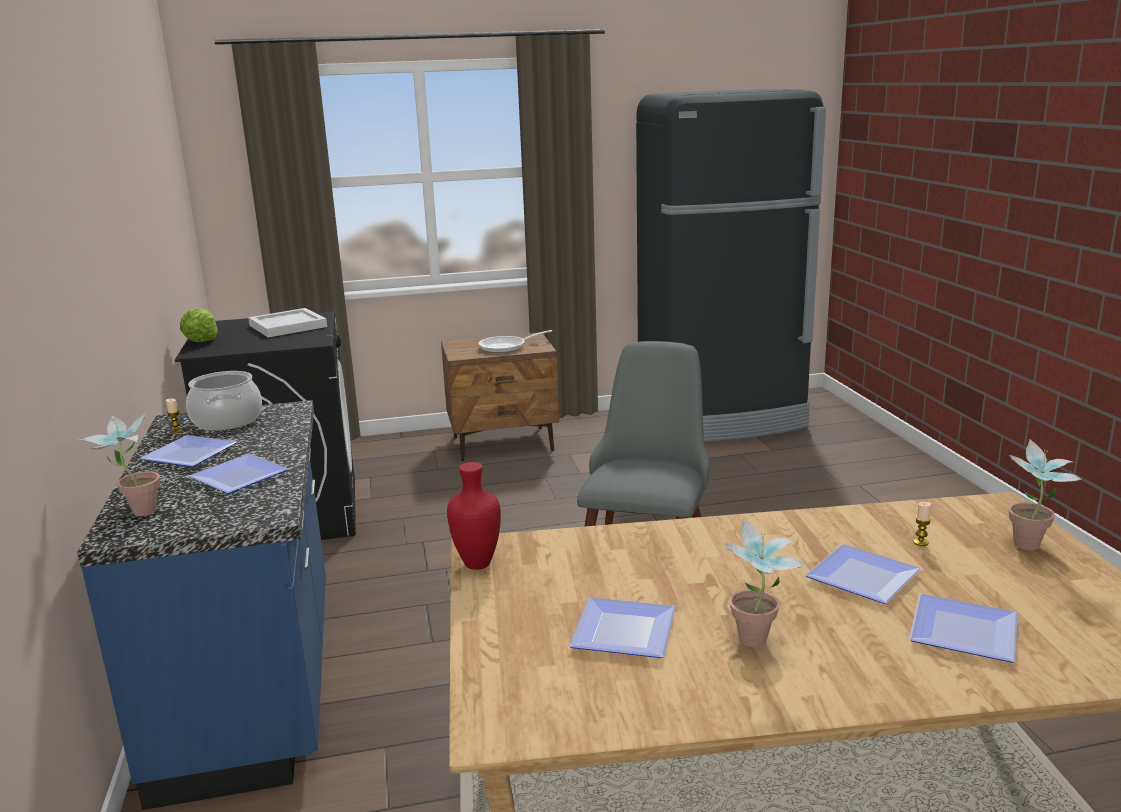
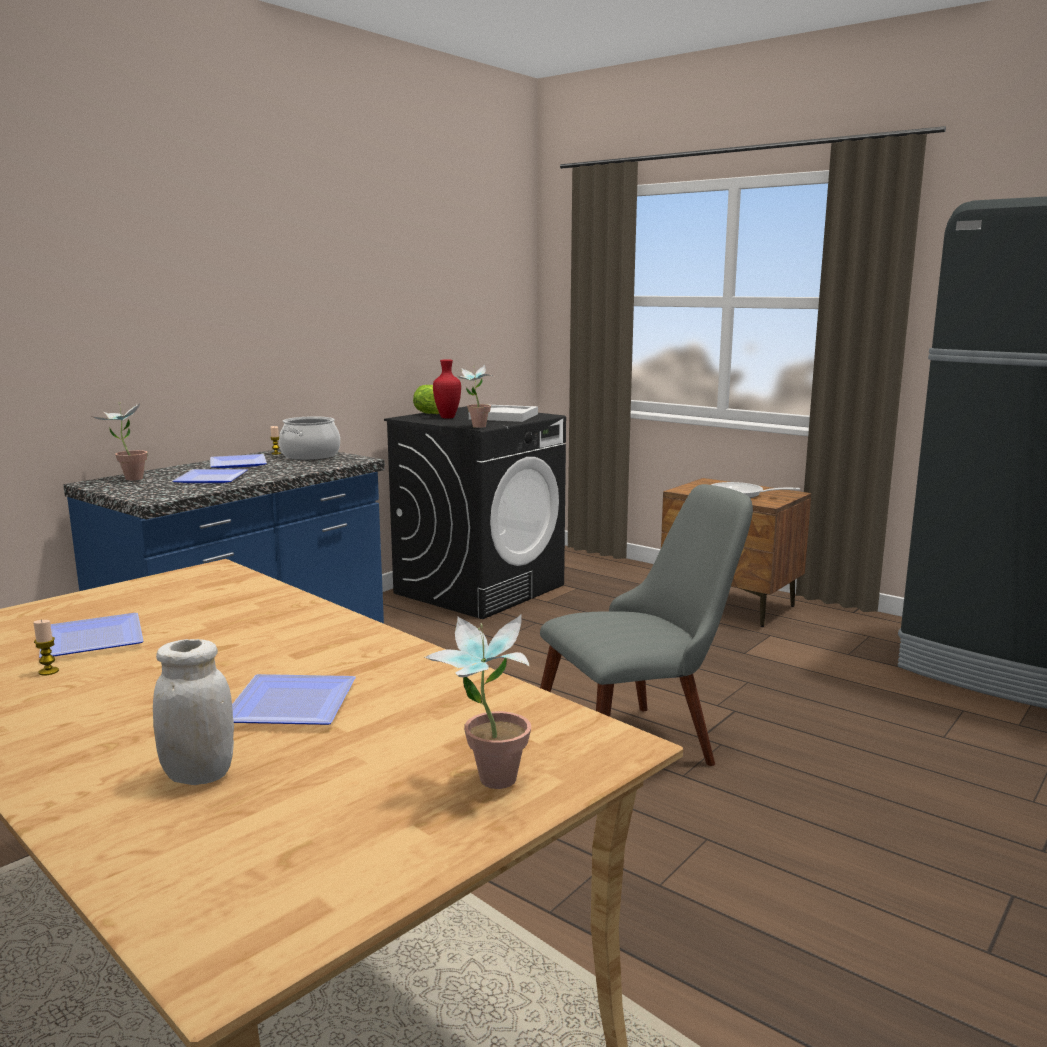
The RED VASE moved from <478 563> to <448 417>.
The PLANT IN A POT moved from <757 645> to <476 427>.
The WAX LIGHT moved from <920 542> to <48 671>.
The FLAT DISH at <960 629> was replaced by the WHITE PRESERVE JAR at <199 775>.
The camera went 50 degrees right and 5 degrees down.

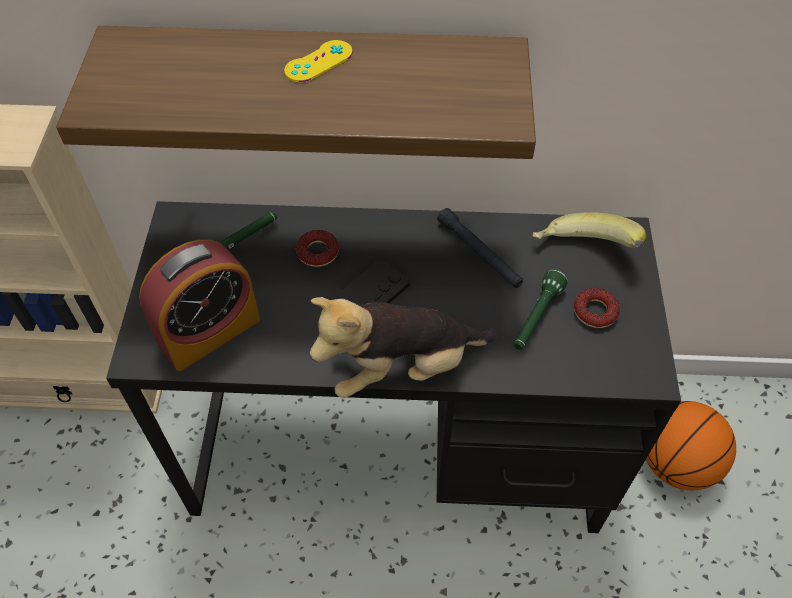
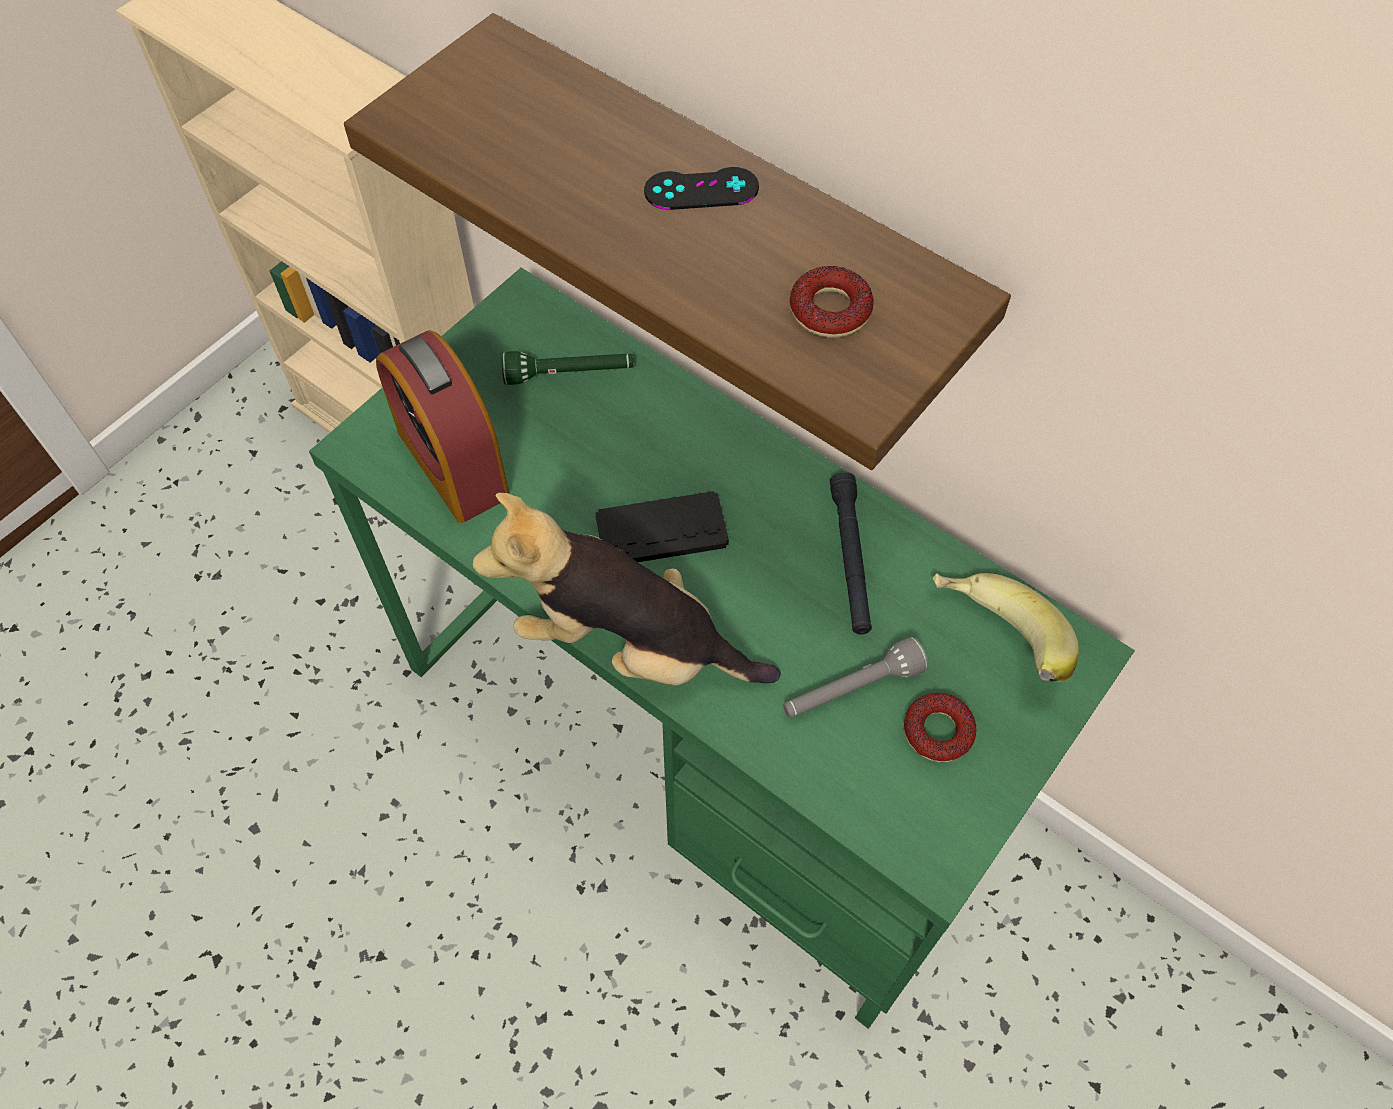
The BALL FOR BASKETBALL at <676 463> disappeared.
The RING DOUGHNUT moved from <318 252> to <830 310>.
The BLACK DESK UNIT at <397 446> became the GREENISH DESK UNIT at <700 746>.
The YELLOW GAME CONTROLLER at <318 61> became the BLACK GAME CONTROLLER at <701 189>.
The GREENISH FLASHLIGHT at <536 318> became the GRAY FLASHLIGHT at <851 689>.
The TABLE CLOCK at <209 332> turned 60 degrees clockwise.
The camera went 35 degrees right and 5 degrees up.

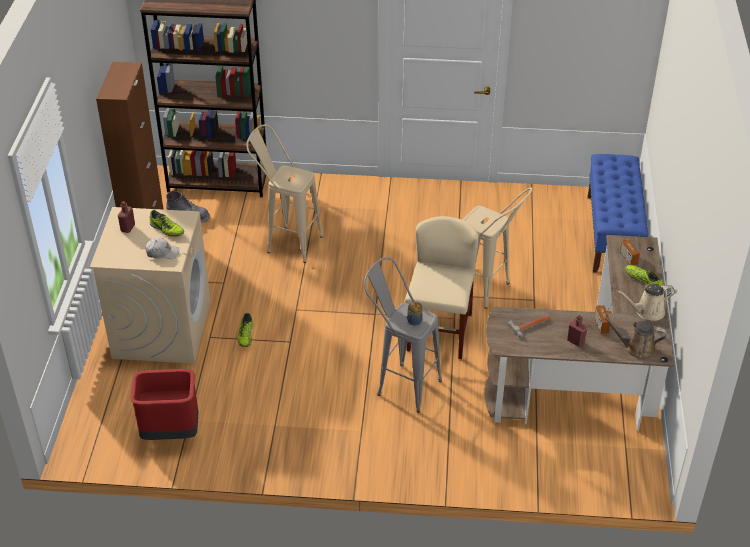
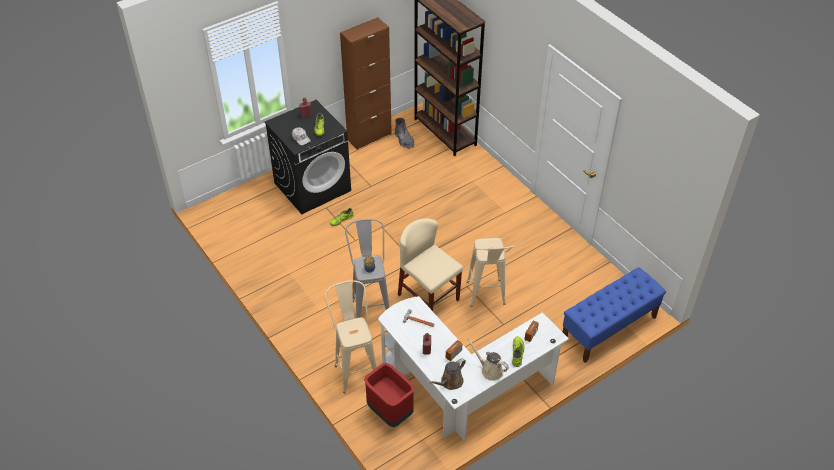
The RED WASTE BIN moved from <170 433> to <389 412>.
The SAND-COLOURED STOOL SEAT moved from <287 242> to <355 368>.
The SAND-COLOURED WASHING MACHINE at <162 329> became the BLACK WASHING MACHINE at <313 186>.
The BROWN-COLOURED DESK UNIT at <588 380> became the WHITE DESK UNIT at <462 390>.
The SAND-COLOURED UPRIGHT CHAIR at <439 332> turned 105 degrees counterclockwise.
The BROWN-COLOURED WATERING POT at <636 348> turned 105 degrees counterclockwise.
The camera went 50 degrees right and 5 degrees up.

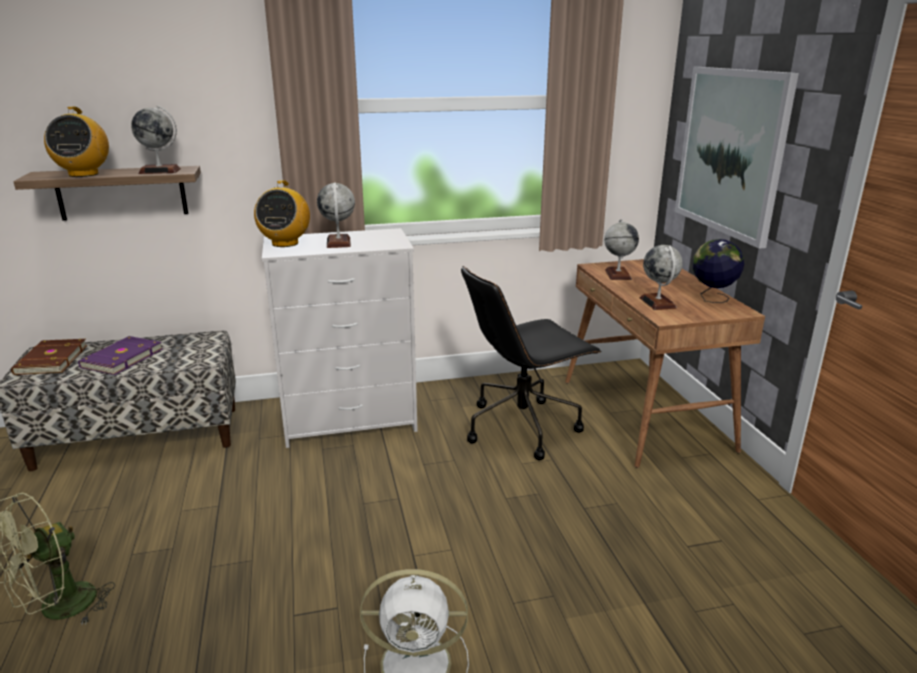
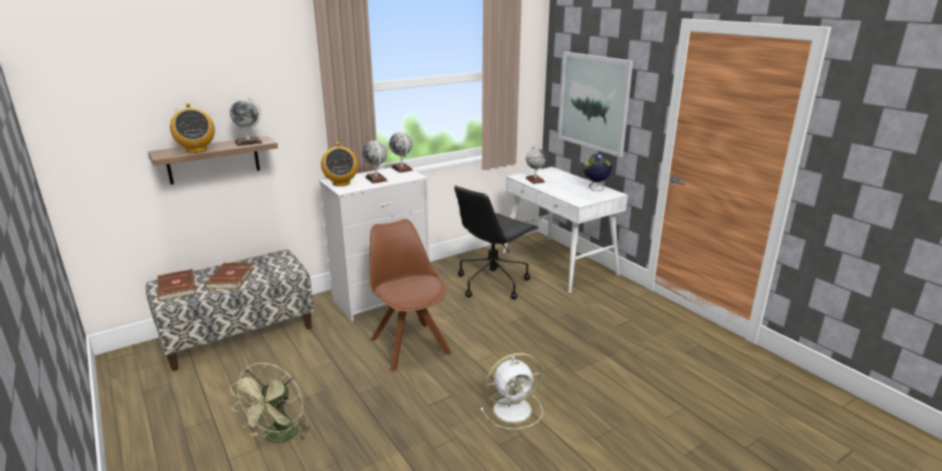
The BROWN-COLOURED UPRIGHT CHAIR at <409 344> appeared.
The DESK GLOBE moved from <657 303> to <402 168>.
The PURPLE-COLOURED VOLUME at <121 358> became the BROWN-COLOURED VOLUME at <229 278>.
The BROWN-COLOURED DESK UNIT at <645 415> became the WHITE DESK UNIT at <559 264>.
The camera went 20 degrees left and 0 degrees up.

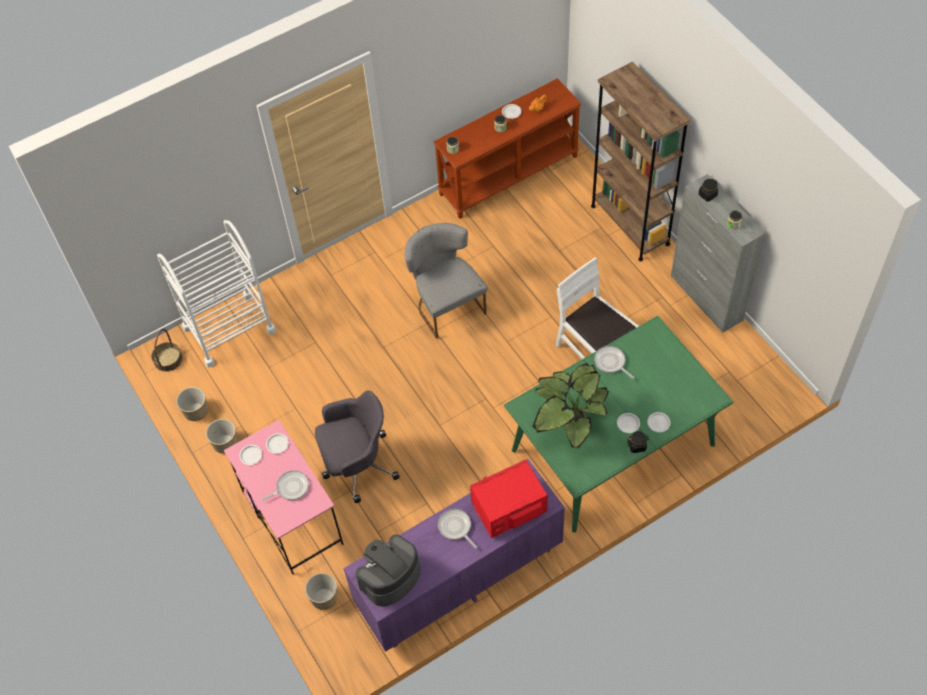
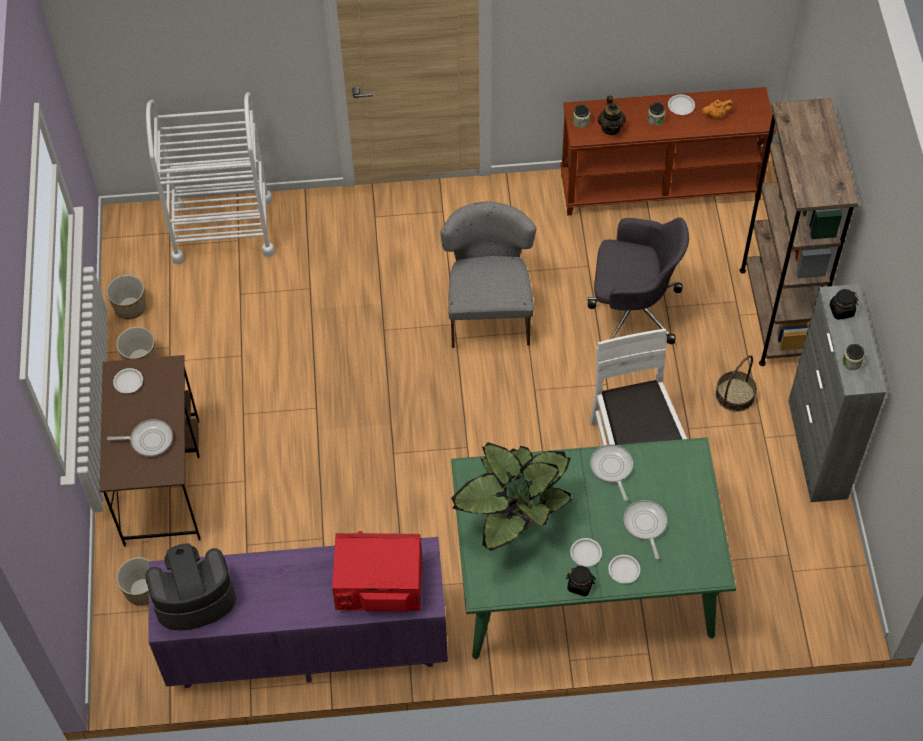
The WHITE FLAT DISH at <277 444> disappeared.
The TEAPOT at <611 128> appeared.
The STORAGE BASKET moved from <168 359> to <735 394>.
The GRAY COMPUTER CHAIR moved from <357 465> to <632 309>.
The SKILLET moved from <456 527> to <645 525>.
The PINK-COLOURED DESK UNIT at <292 517> became the BROWN-COLOURED DESK UNIT at <162 480>.
The camera went 25 degrees right and 0 degrees up.

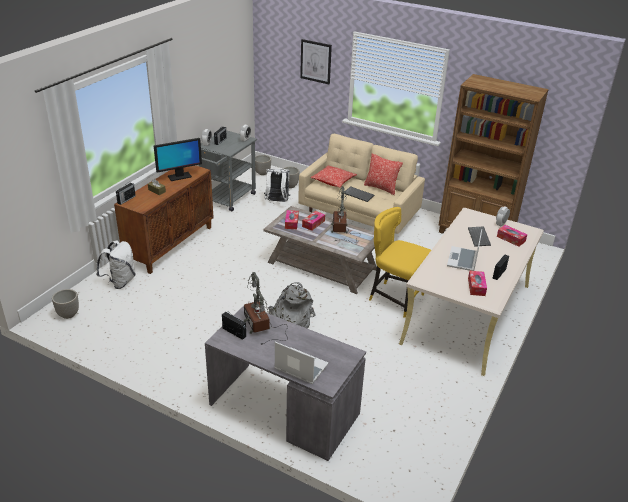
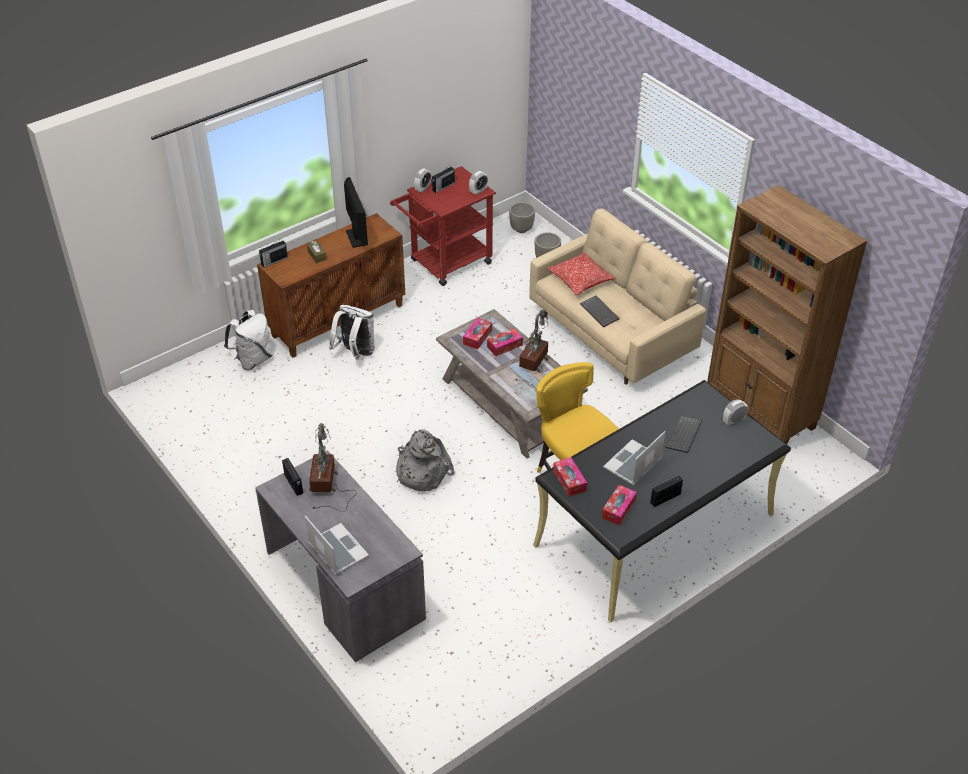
The PLANT POT at <68 314> disappeared.
The WALL PICTURE at <316 61> disappeared.
The THROW PILLOW at <381 188> disappeared.
The WHITE BACKPACK moved from <277 202> to <355 353>.
The TISSUE BOX moved from <511 239> to <569 480>.
The GRAY TROLLEY at <225 200> became the RED TROLLEY at <445 264>.
The SAND-COLOURED DESK UNIT at <467 314> became the BLACK DESK UNIT at <654 530>.
The MONITOR at <179 176> turned 105 degrees counterclockwise.
The camera went 25 degrees right and 10 degrees up.

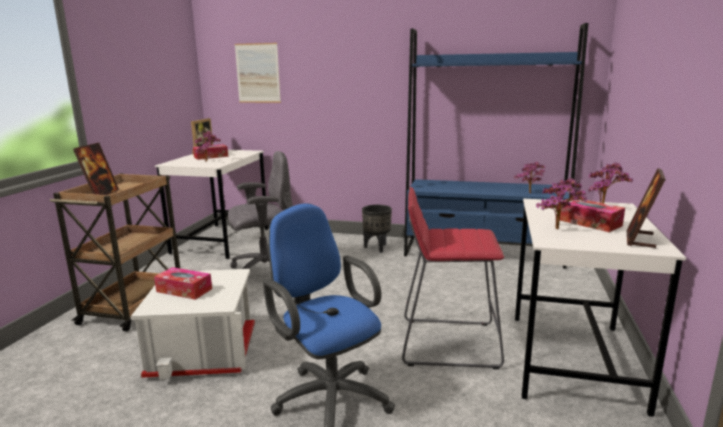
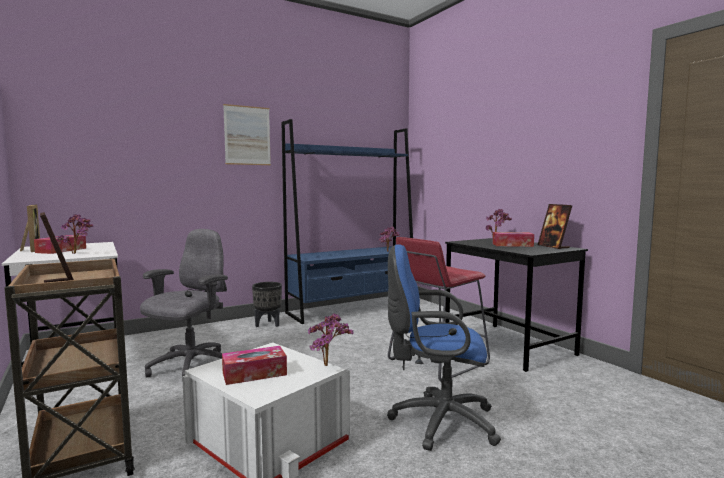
The WALL PICTURE moved from <258 73> to <247 135>.
The PLANT IN A POT moved from <559 230> to <329 366>.
The WHITE DESK UNIT at <573 361> became the BLACK DESK UNIT at <509 346>.
The camera went 45 degrees left and 10 degrees down.

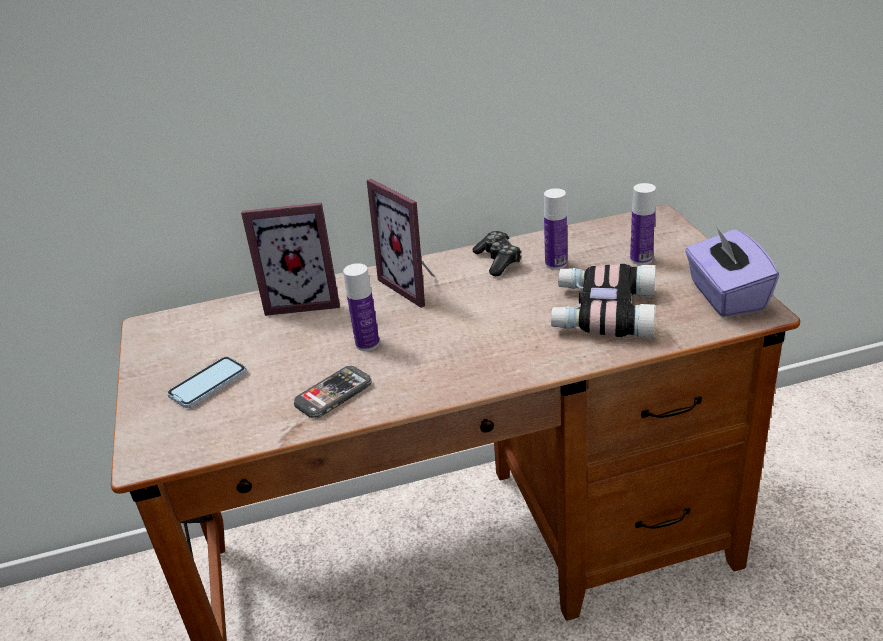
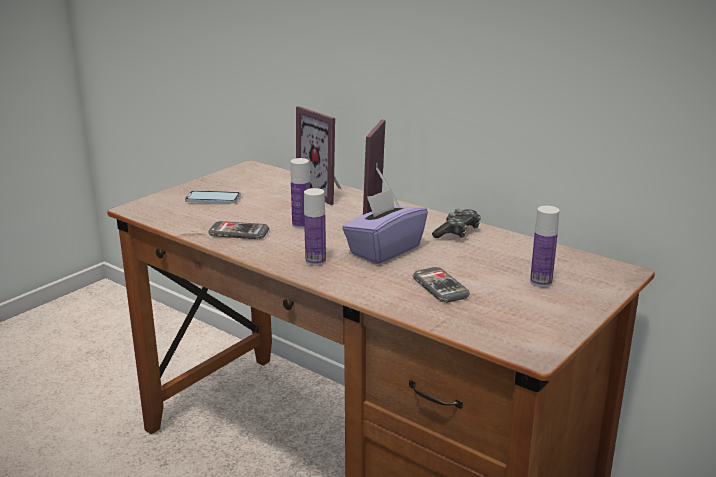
The DRINK BOTTLE moved from <556 264> to <315 261>.
The PURPLE-COLOURED TISSUE BOX moved from <725 296> to <384 250>.
The BINOCULARS at <602 312> was replaced by the TELEPHONE at <440 287>.
The camera went 50 degrees right and 10 degrees down.

